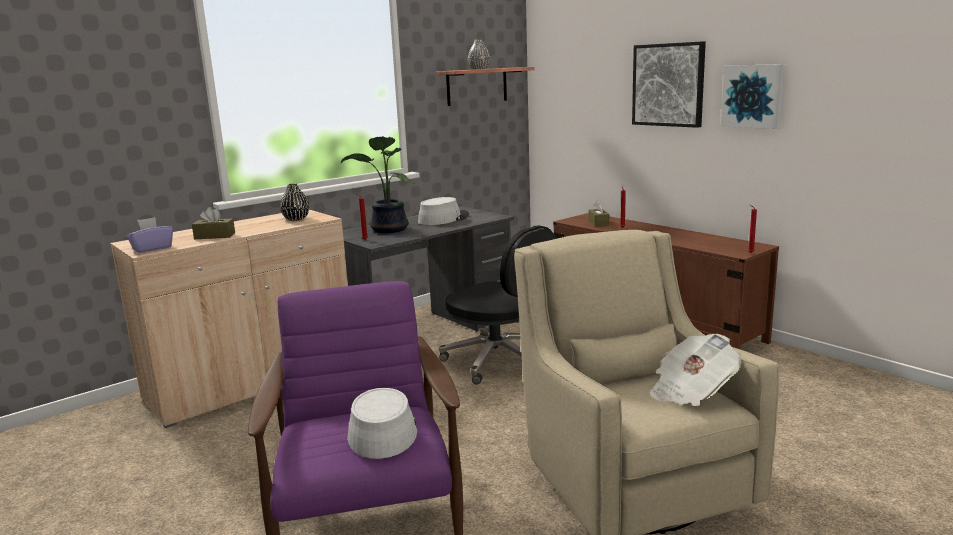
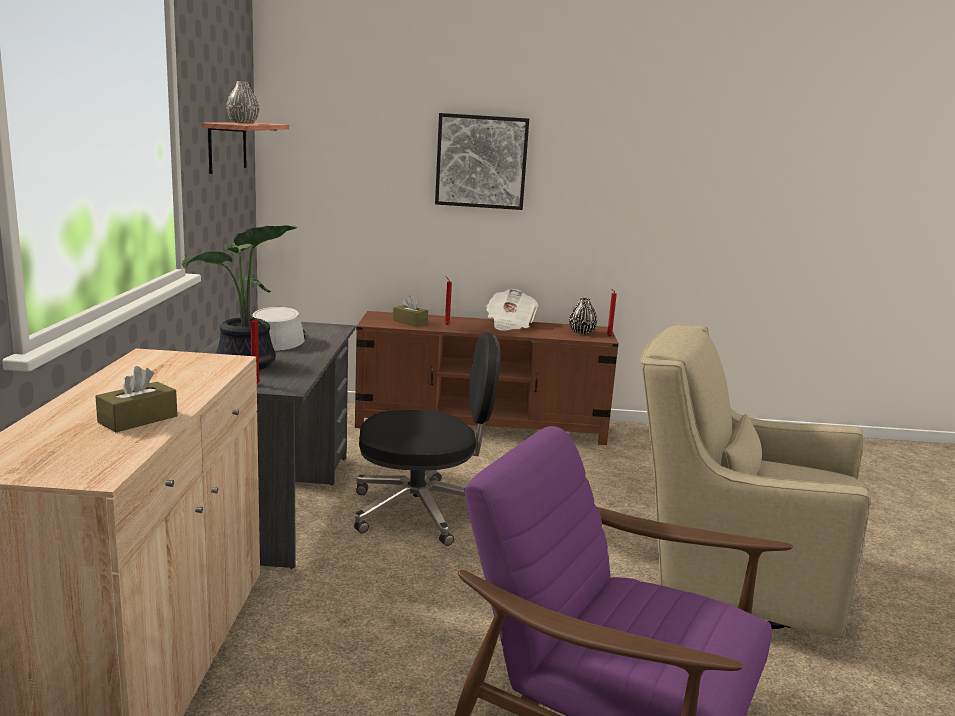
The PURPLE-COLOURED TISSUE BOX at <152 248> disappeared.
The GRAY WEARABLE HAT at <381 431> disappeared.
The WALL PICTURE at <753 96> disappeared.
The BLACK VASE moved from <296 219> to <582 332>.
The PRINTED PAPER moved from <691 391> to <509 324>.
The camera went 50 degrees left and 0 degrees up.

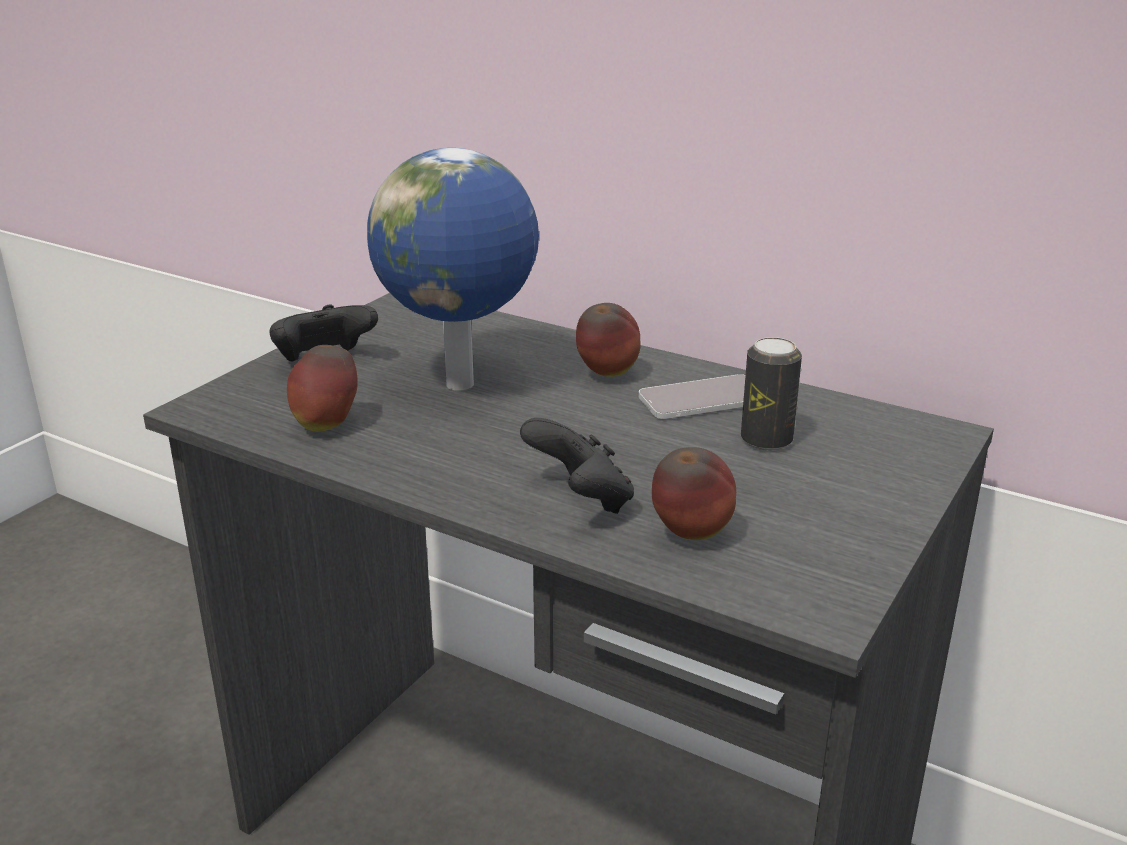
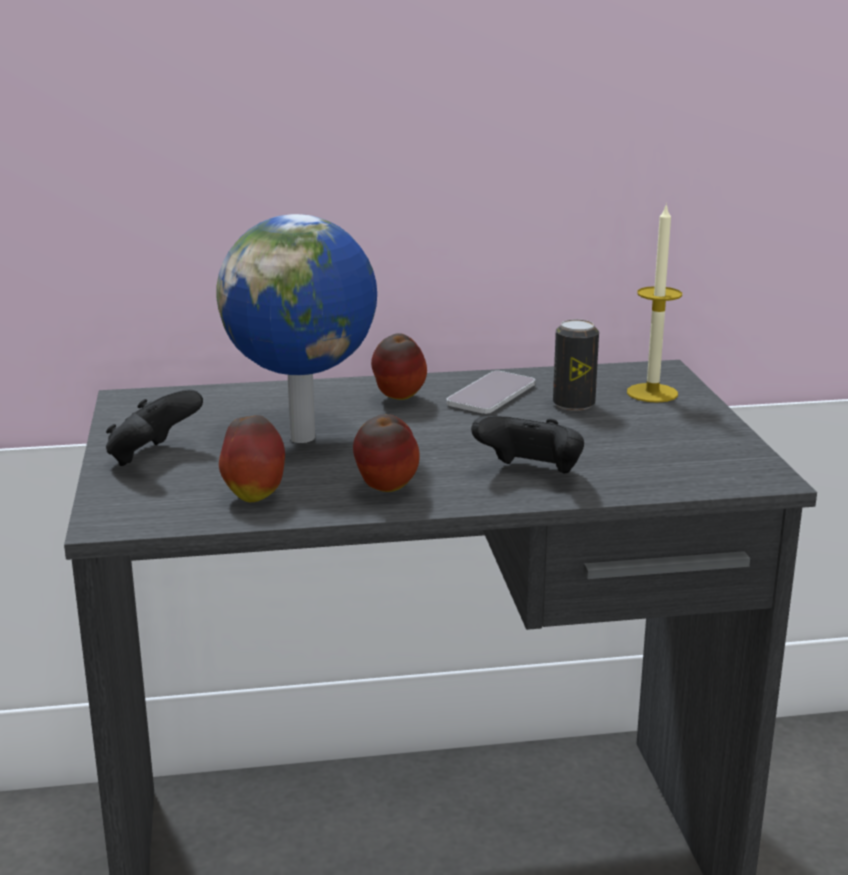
The WAX LIGHT at <652 393> appeared.
The WHOLE APPLE moved from <690 536> to <385 491>.
The camera went 40 degrees left and 5 degrees down.

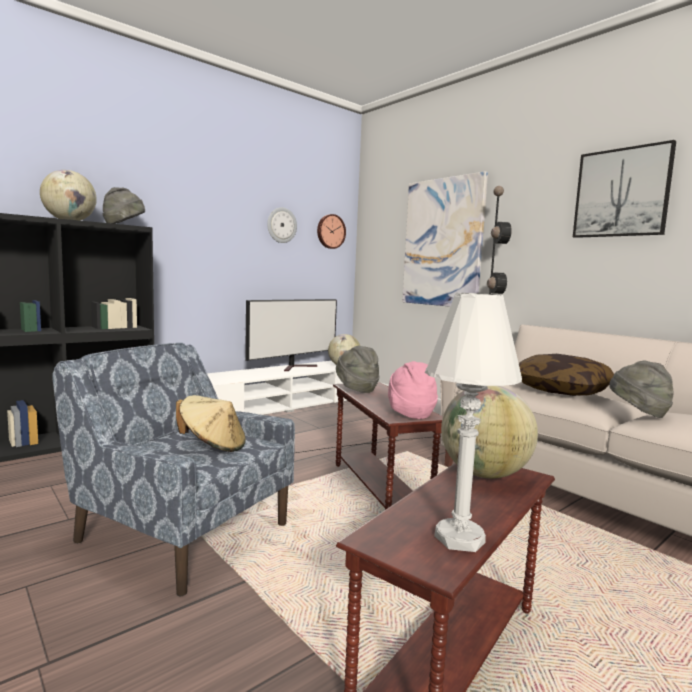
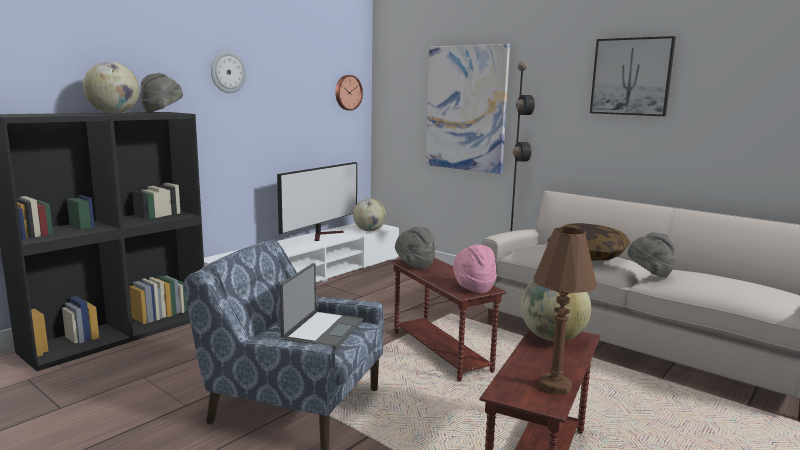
The WALL CLOCK moved from <281 225> to <228 72>.
The SAND-COLOURED WEARABLE HAT at <213 446> was replaced by the NOTEBOOK COMPUTER at <322 331>.
The WHITE TABLE LAMP at <459 538> became the BROWN-COLOURED TABLE LAMP at <555 386>.
The camera went 10 degrees left and 5 degrees up.

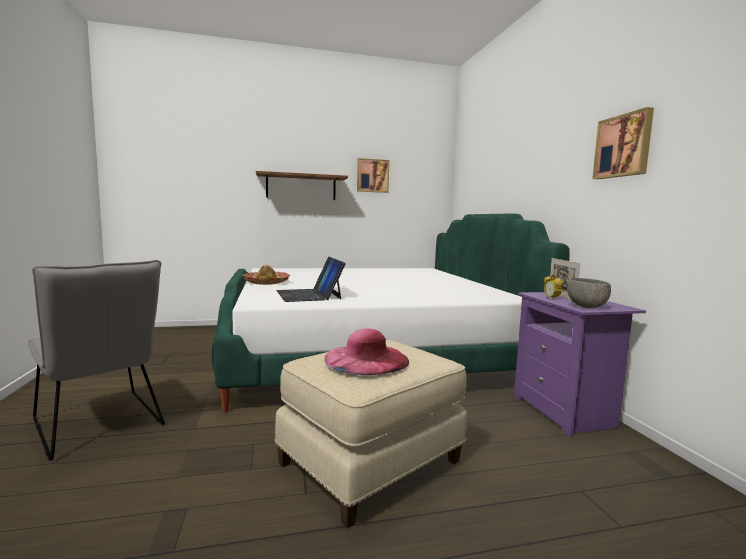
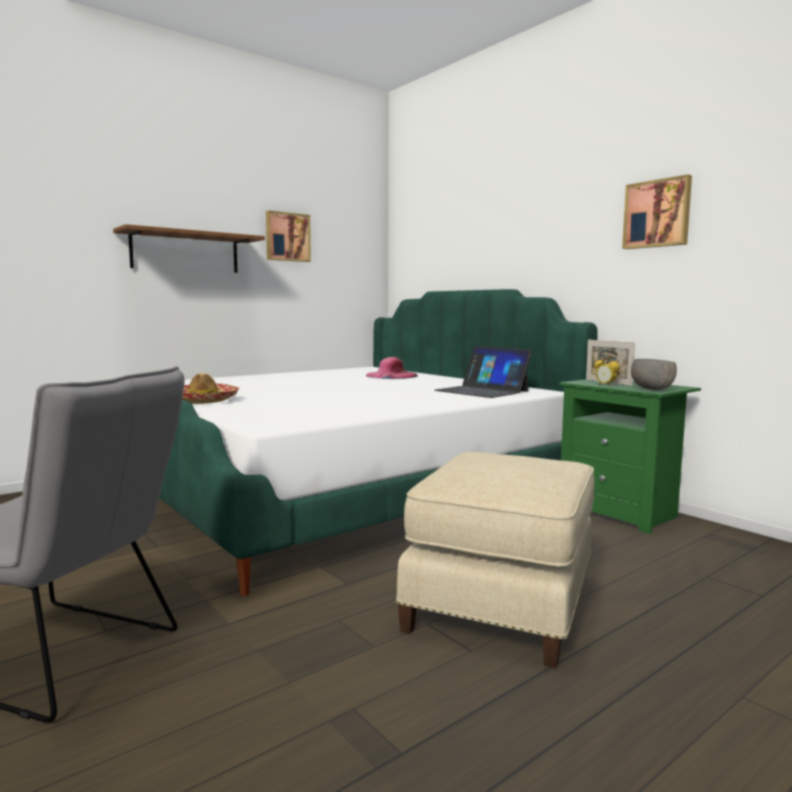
The NOTEBOOK COMPUTER moved from <309 295> to <482 391>.
The PINK-COLOURED WEARABLE HAT moved from <366 359> to <391 375>.
The PURPLE-COLOURED NIGHTSTAND at <565 412> became the GREENISH NIGHTSTAND at <621 512>.
The camera went 25 degrees left and 0 degrees up.

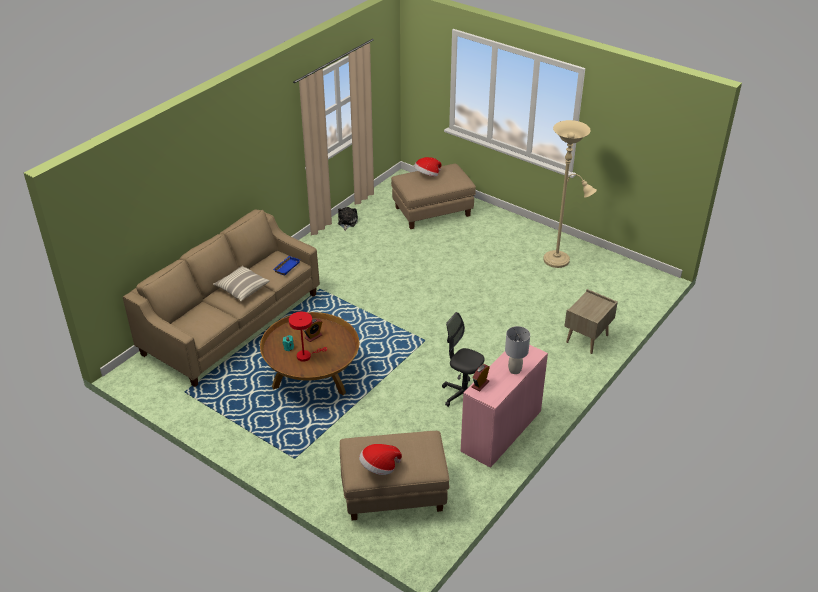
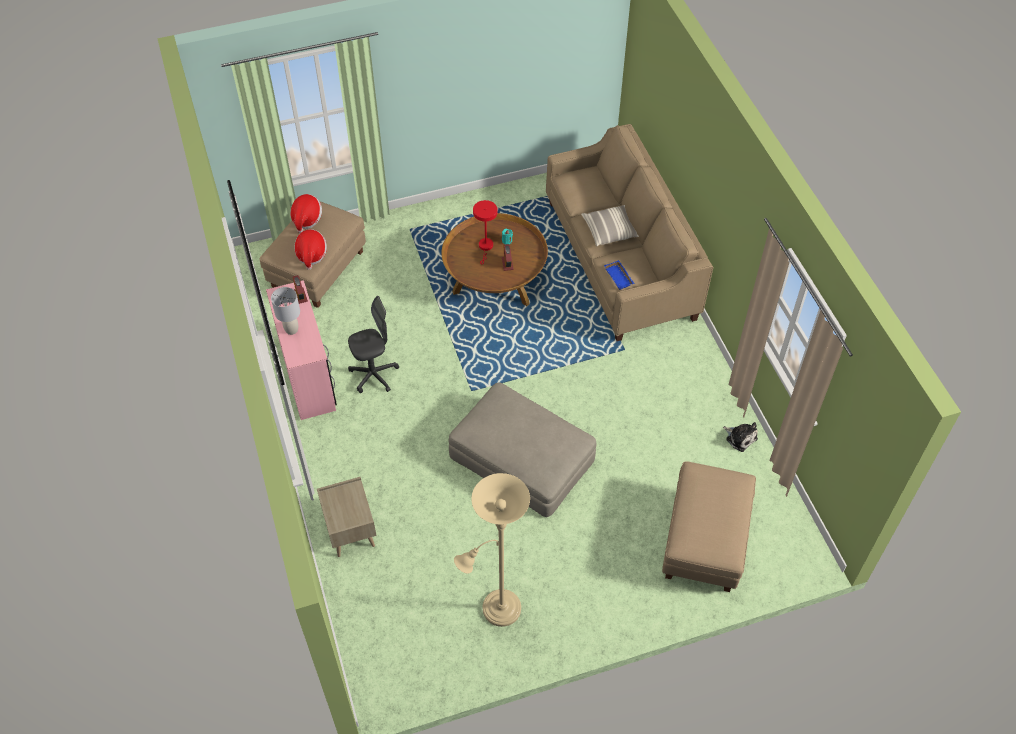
The SAND-COLOURED FOOTREST at <521 458> appeared.
The WEARABLE HAT moved from <427 175> to <311 255>.
The camera went 125 degrees right and 15 degrees up.

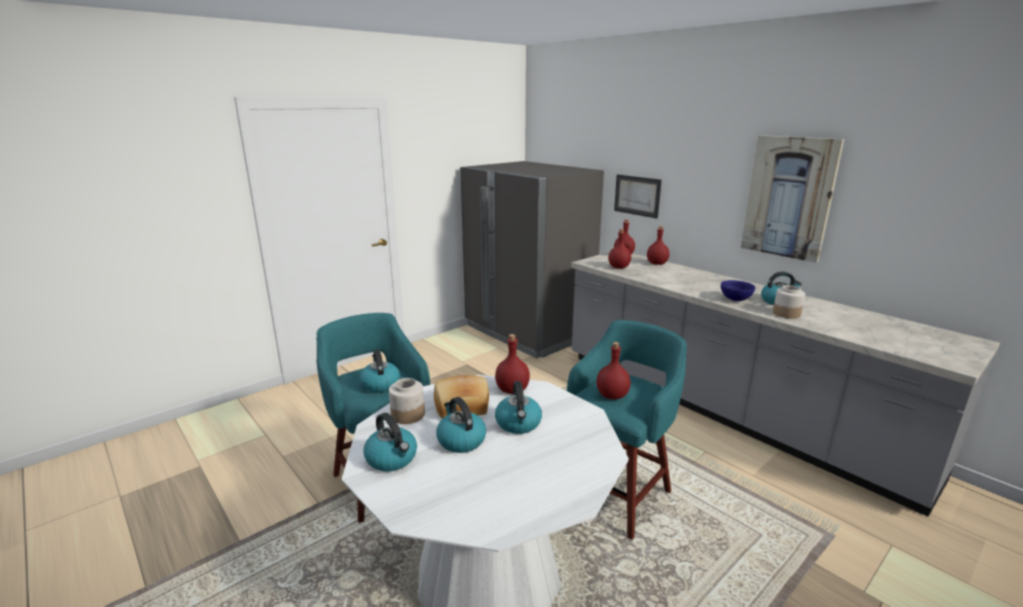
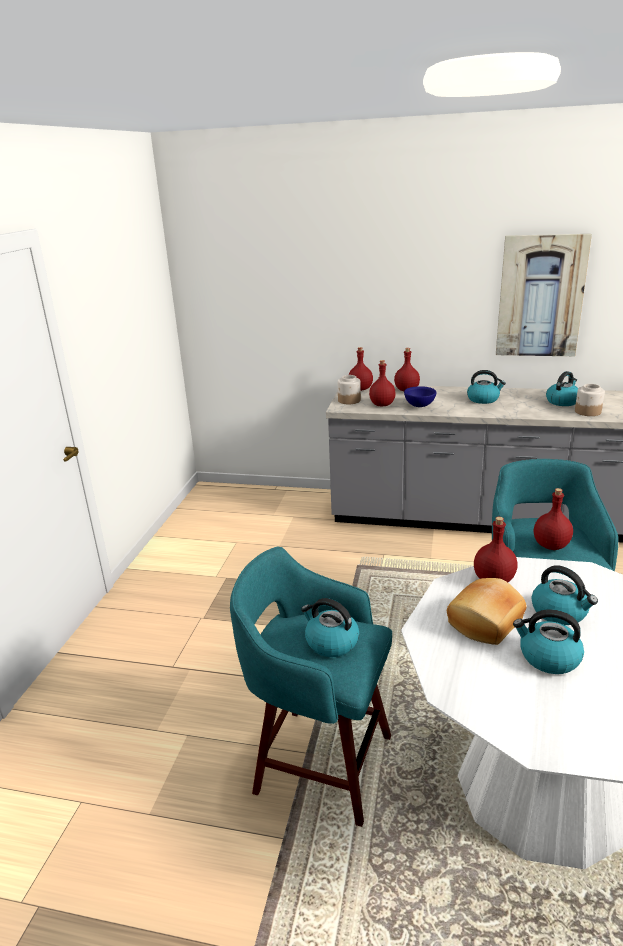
The GRAY KITCHEN FRIDGE at <528 331> disappeared.
The WALL PICTURE at <637 195> disappeared.
The TEA KETTLE moved from <392 459> to <483 399>.
The PRESERVE JAR moved from <407 415> to <349 400>.
The BLUE SERVING BOWL moved from <735 300> to <419 406>.
The camera went 35 degrees left and 5 degrees up.

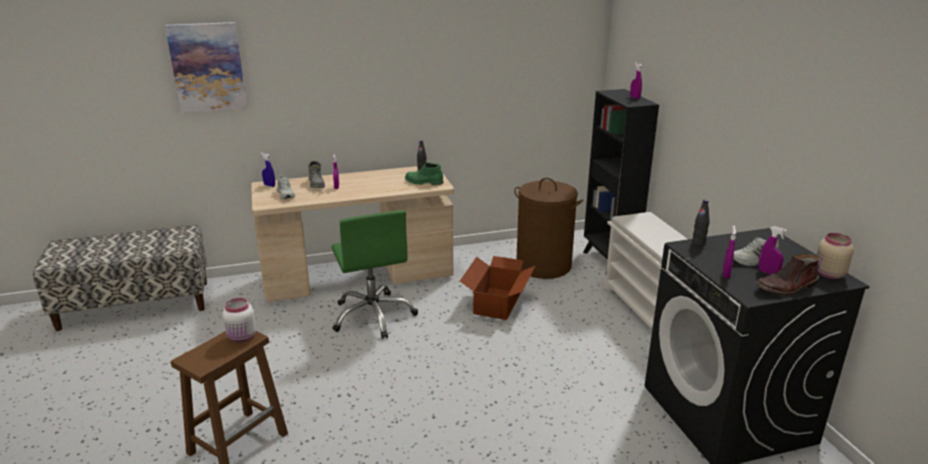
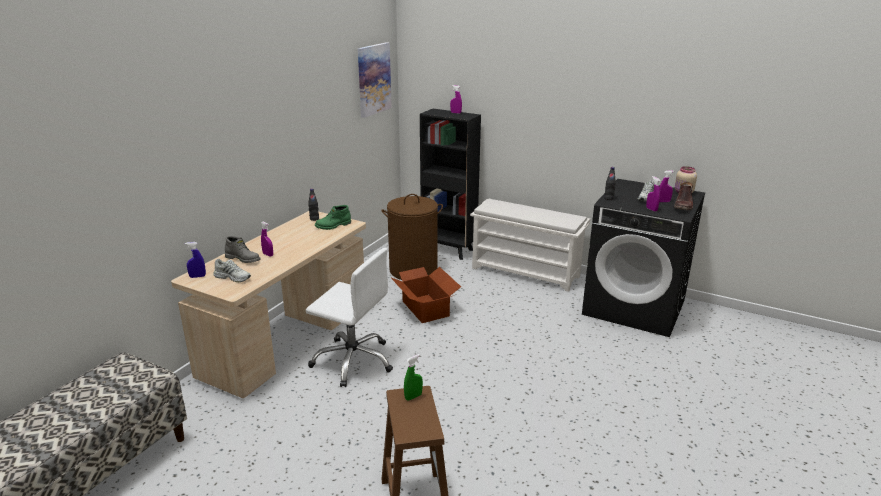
The WALL PICTURE moved from <207 67> to <373 79>.
The WHITE PRESERVE JAR at <242 337> was replaced by the GREENISH SPRAYER at <413 396>.
The GREENISH COMPUTER CHAIR at <373 316> became the WHITE COMPUTER CHAIR at <353 361>.
The camera went 45 degrees left and 0 degrees up.

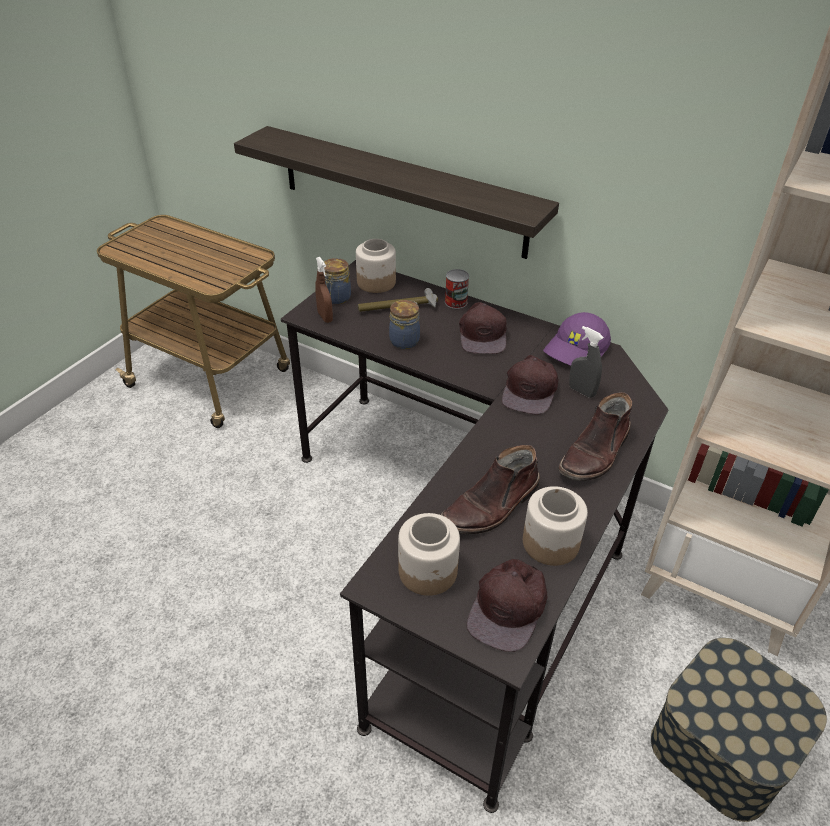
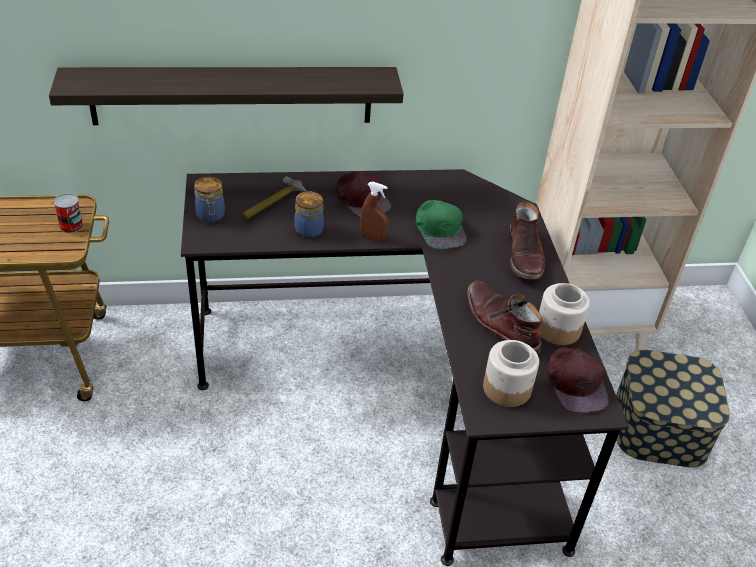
The PRESERVE JAR at <376 283> disappeared.
The PURPLE-COLOURED PEAKED CAP at <577 350> disappeared.
The GRAY SPRAYER at <581 391> disappeared.
The BROWN-COLOURED SPRAYER moved from <325 317> to <372 237>.
The METAL CAN moved from <456 302> to <71 226>.
The BROWN-COLOURED PEAKED CAP at <531 390> became the GREENISH PEAKED CAP at <440 229>.
The BROWN-COLOURED HIGH-TOP BOOT at <491 506> turned 135 degrees clockwise.
The camera went 40 degrees left and 0 degrees up.

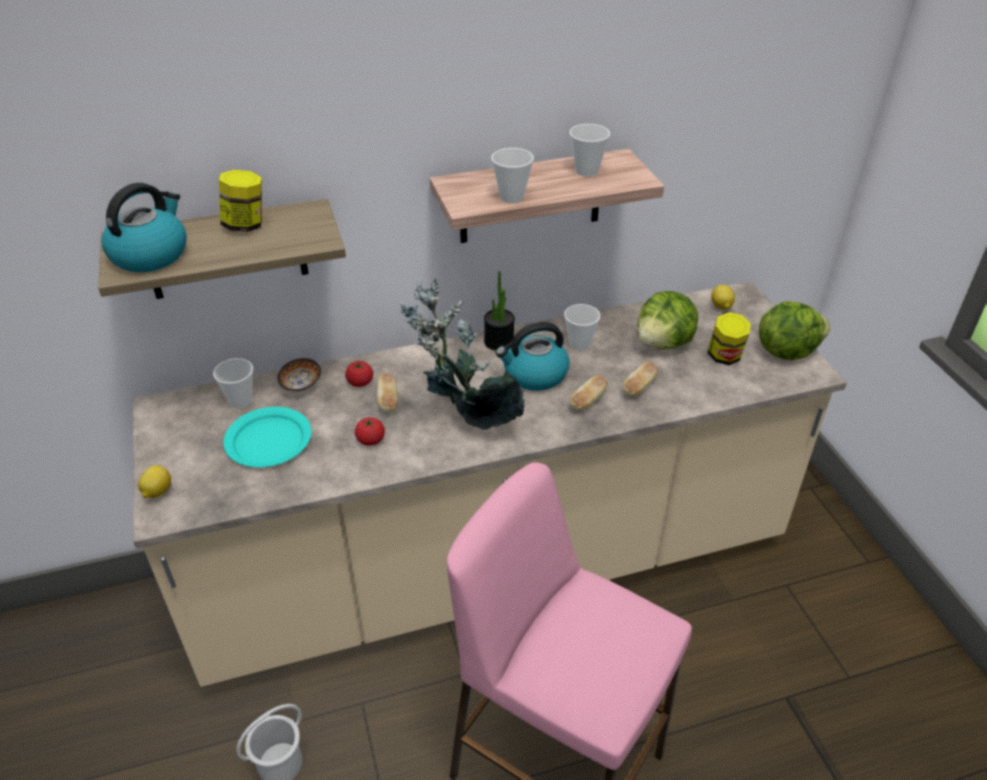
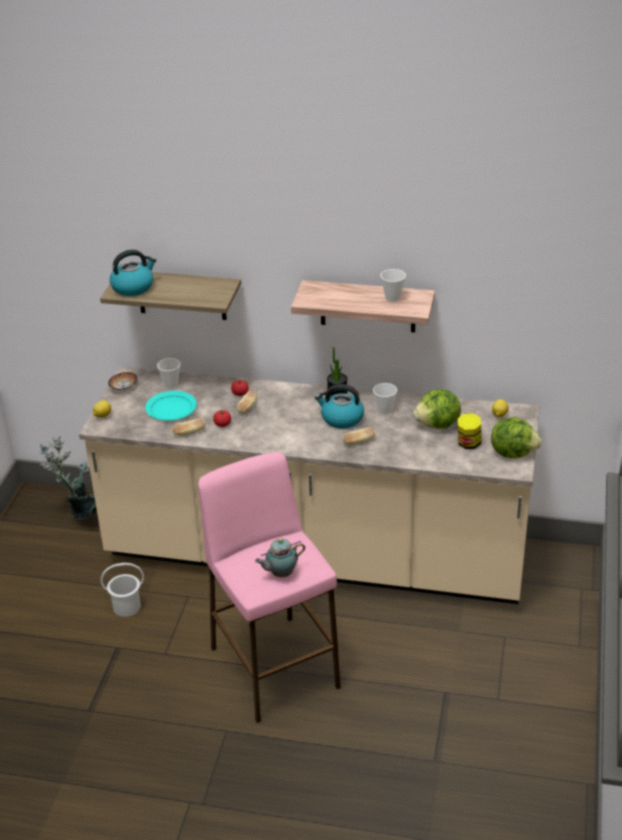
The PRESERVE JAR at <246 225> disappeared.
The SMALL CUP at <511 197> disappeared.
The TEAPOT at <280 573> appeared.
The SERVING BOWL moved from <301 384> to <123 387>.
The PLANT IN A POT moved from <465 421> to <80 514>.
The BREAD moved from <639 387> to <189 433>.
The camera went 30 degrees right and 5 degrees down.

